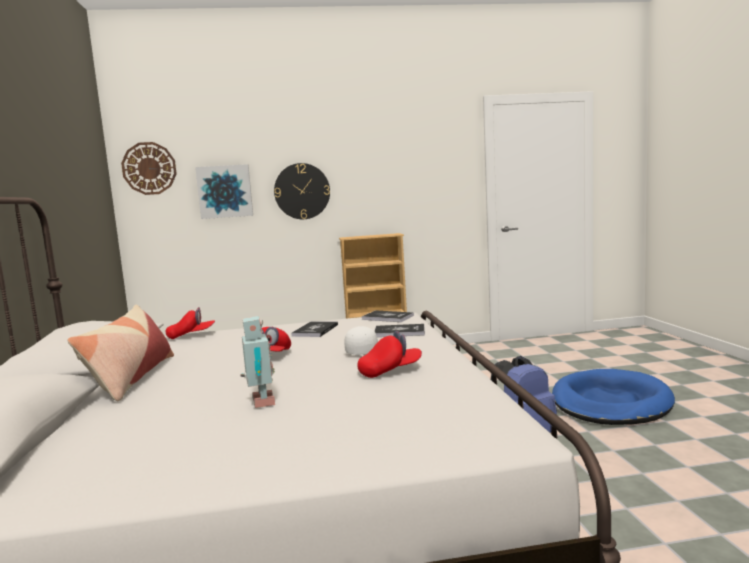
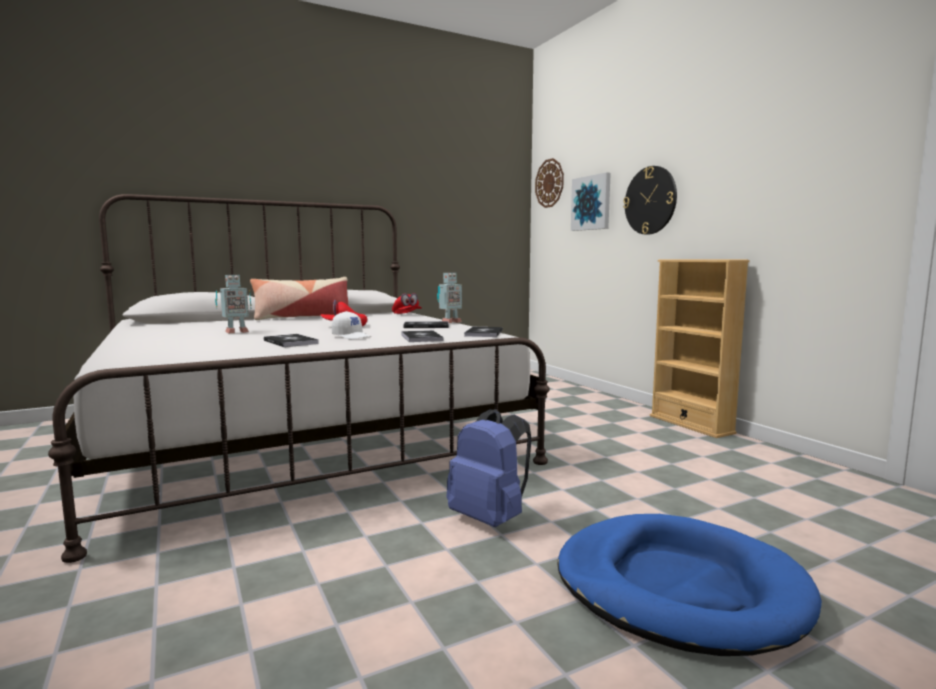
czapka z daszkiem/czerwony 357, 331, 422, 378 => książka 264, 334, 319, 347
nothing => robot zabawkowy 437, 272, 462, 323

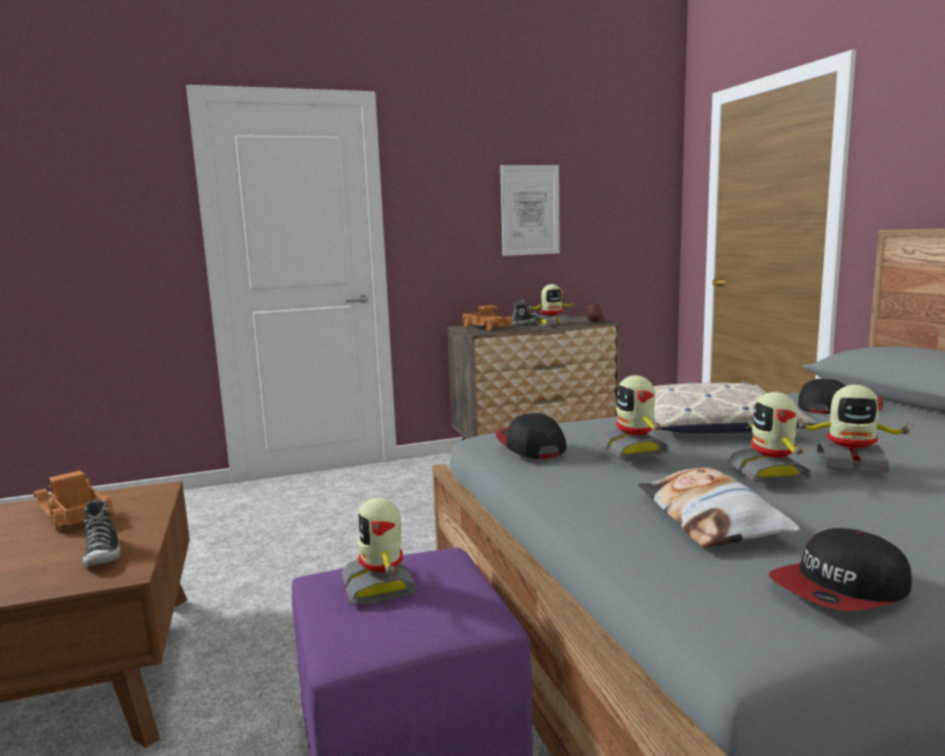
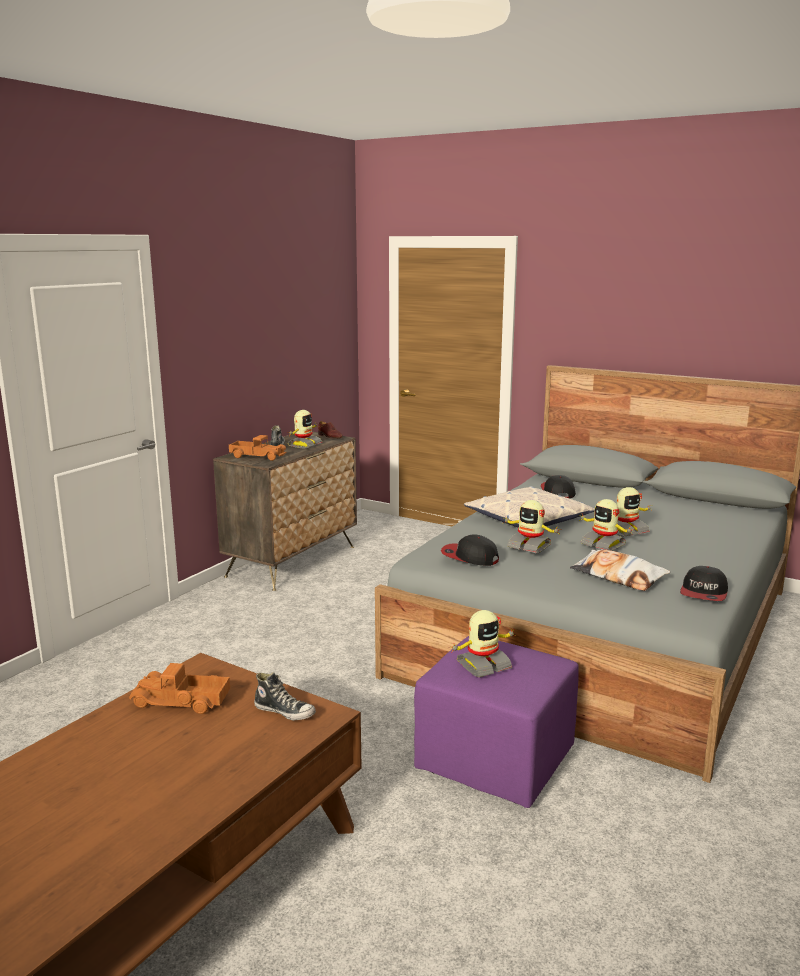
obraz 500, 165, 560, 256 => nothing
robot zabawkowy 342, 497, 417, 604 => robot zabawkowy 451, 610, 516, 678, 60 degrees counterclockwise

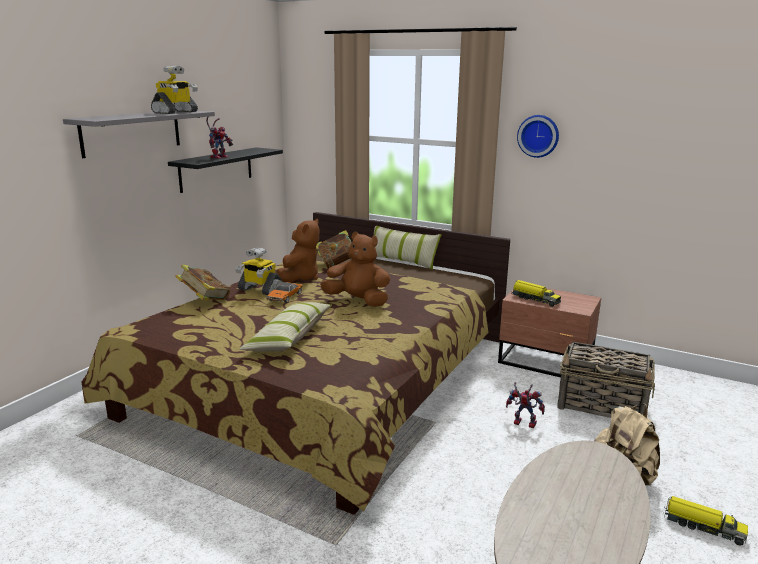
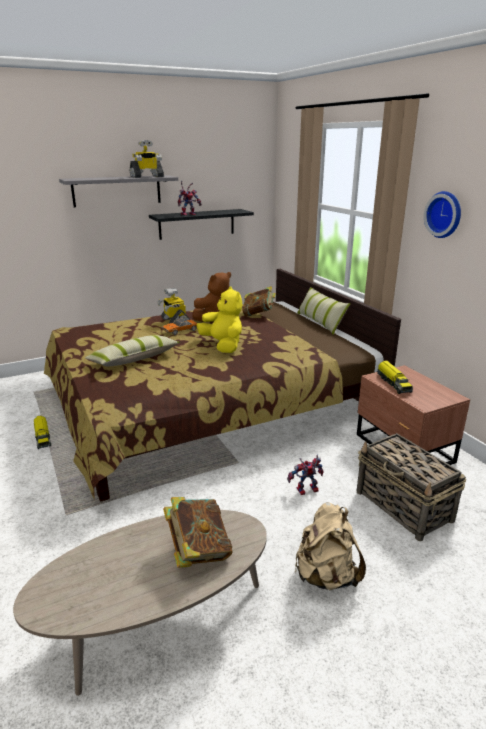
pluszak/brązowy 320, 232, 390, 307 => pluszak/żółty 197, 287, 242, 353
książka 175, 265, 230, 300 => książka 163, 497, 232, 568, relocated
robot zabawkowy 506, 382, 545, 428 => robot zabawkowy 287, 455, 324, 495, 75 degrees counterclockwise
ciężarówka zabawkowa 663, 496, 748, 546 => ciężarówka zabawkowa 34, 415, 51, 449, relocated

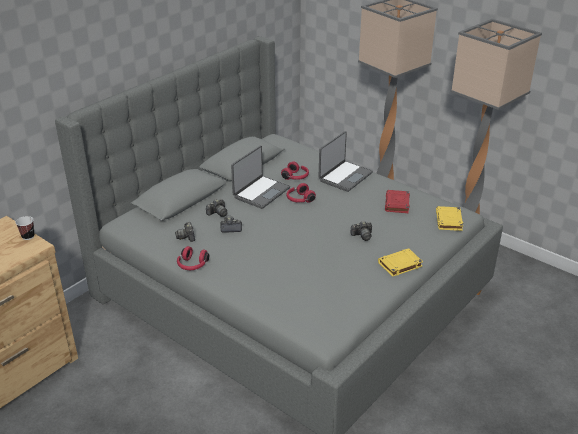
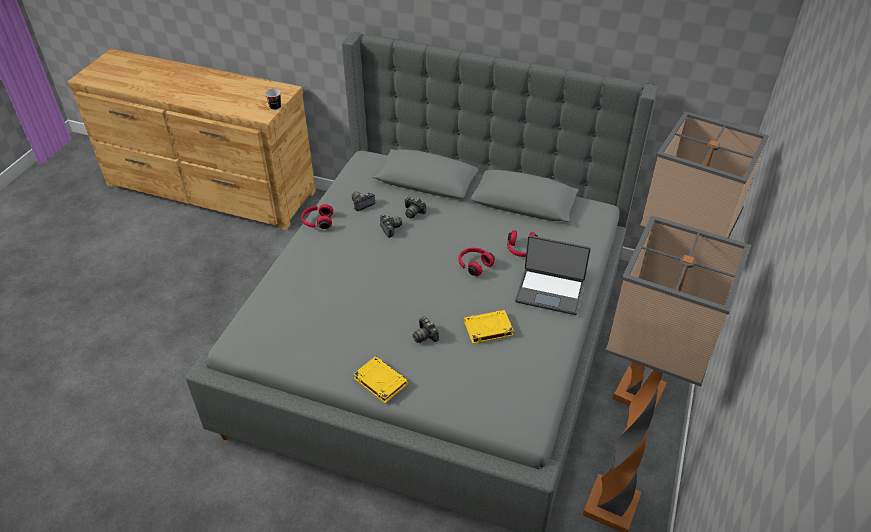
laptop 231, 145, 290, 209 => nothing
książka/czerwony 385, 190, 410, 213 => nothing
książka/żółty 436, 206, 463, 231 => książka/żółty 464, 310, 514, 344, relocated

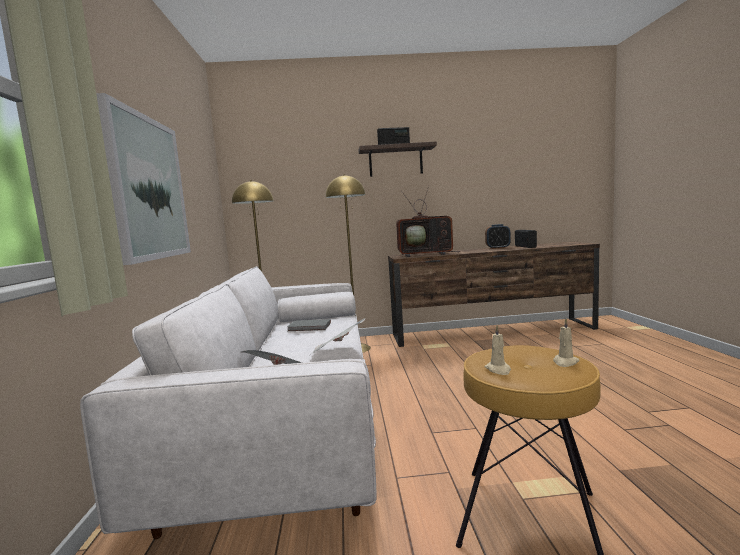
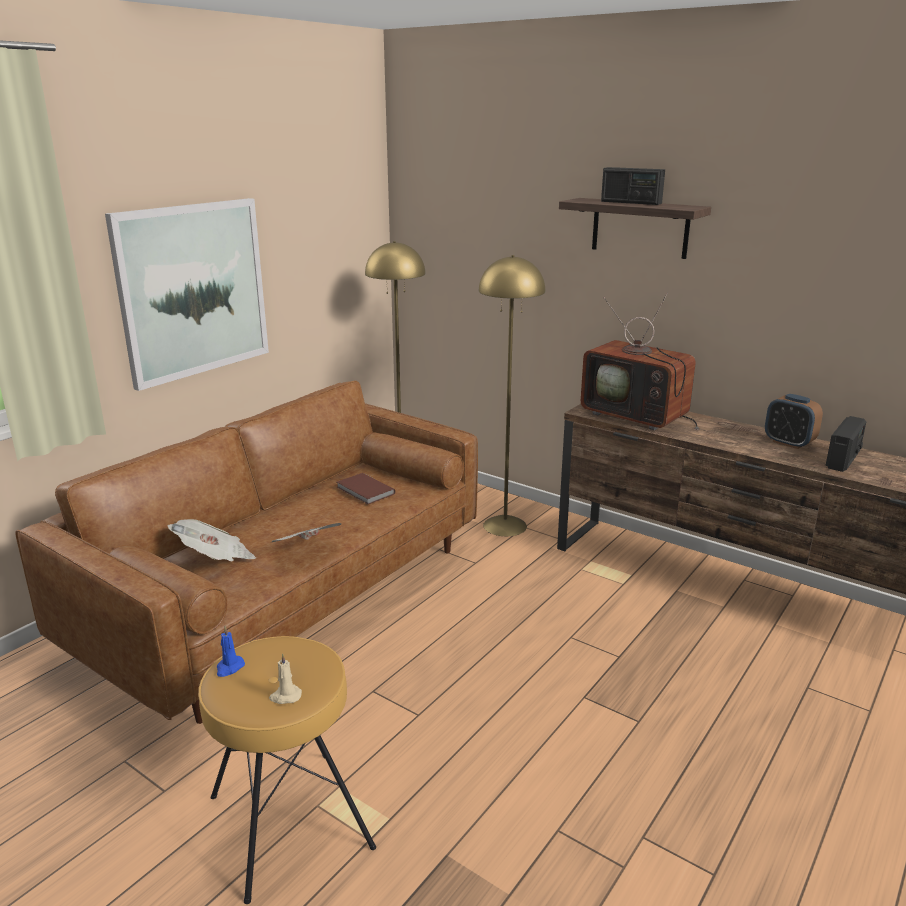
kanapa/biały 80, 266, 377, 539 => kanapa/brązowy 15, 381, 478, 724
książka/szary 287, 319, 331, 331 => książka/brązowy 337, 473, 395, 504
świeca/beżowy 485, 326, 511, 375 => świeca/niebieski 217, 626, 245, 677

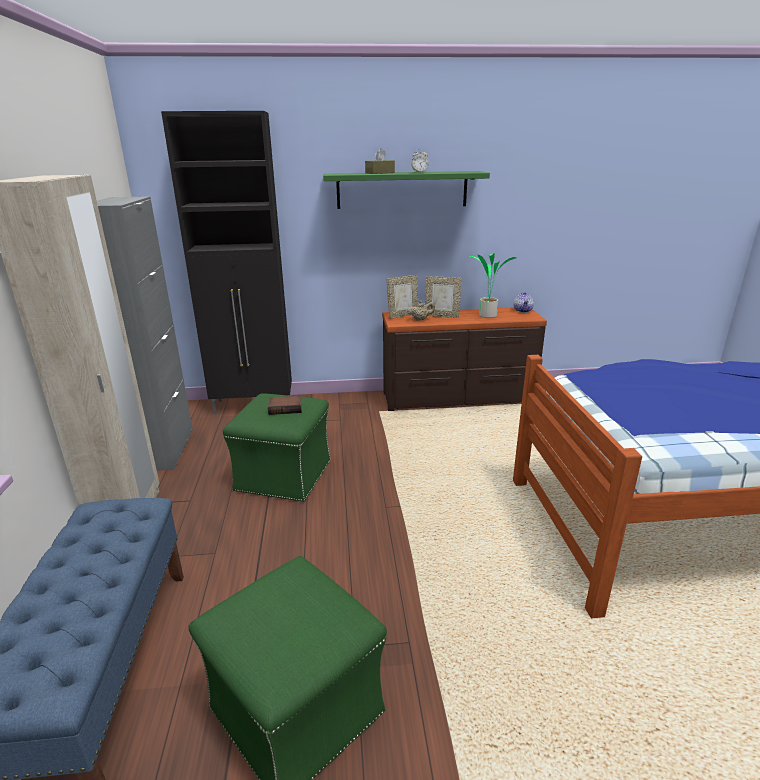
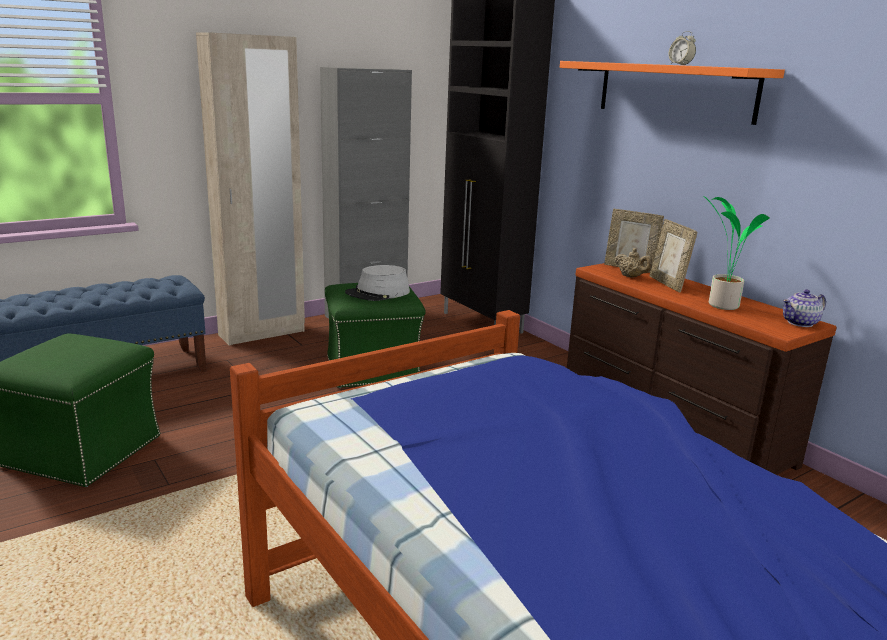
pudełko chusteczek/brązowy 365, 148, 395, 174 => nothing
półka/zielony 323, 171, 490, 209 => półka/pomarańczowy 560, 61, 785, 125
książka 268, 396, 302, 415 => kapelusz/szary 345, 265, 410, 301

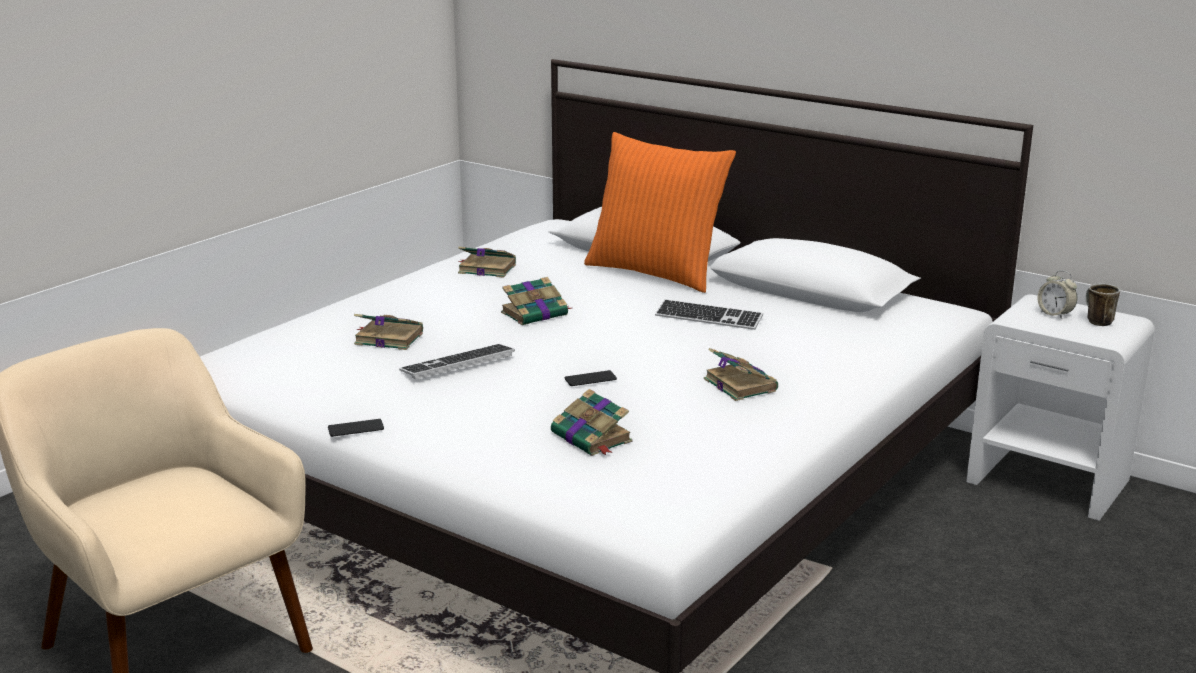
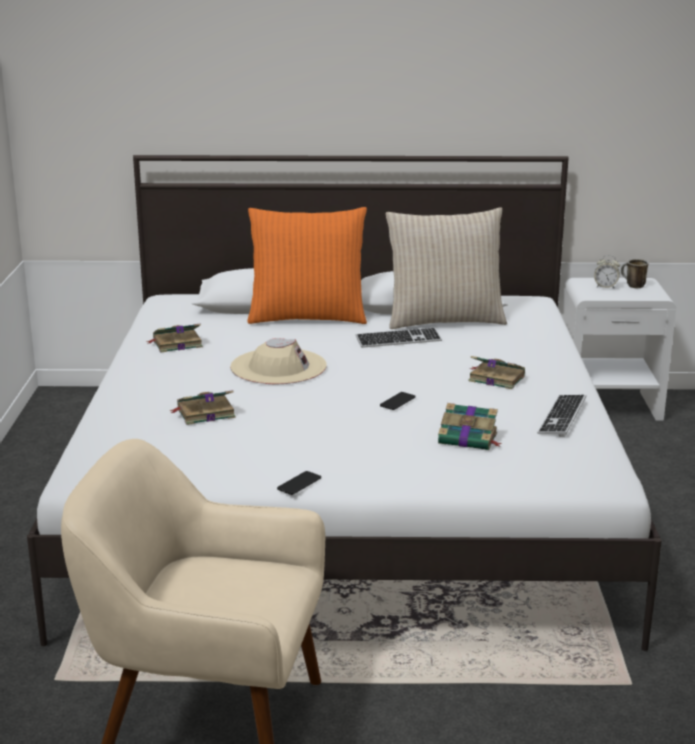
książka 501, 277, 572, 325 => kapelusz/beżowy 230, 338, 327, 384
klawiatura 399, 344, 515, 379 => klawiatura 537, 395, 586, 437, relocated
nothing => poduszka/beżowy 386, 207, 507, 329

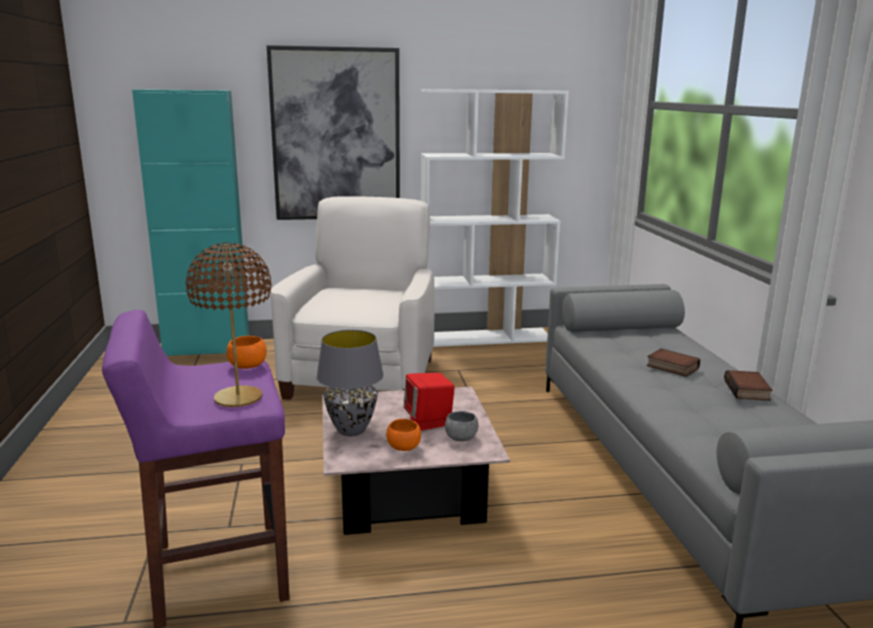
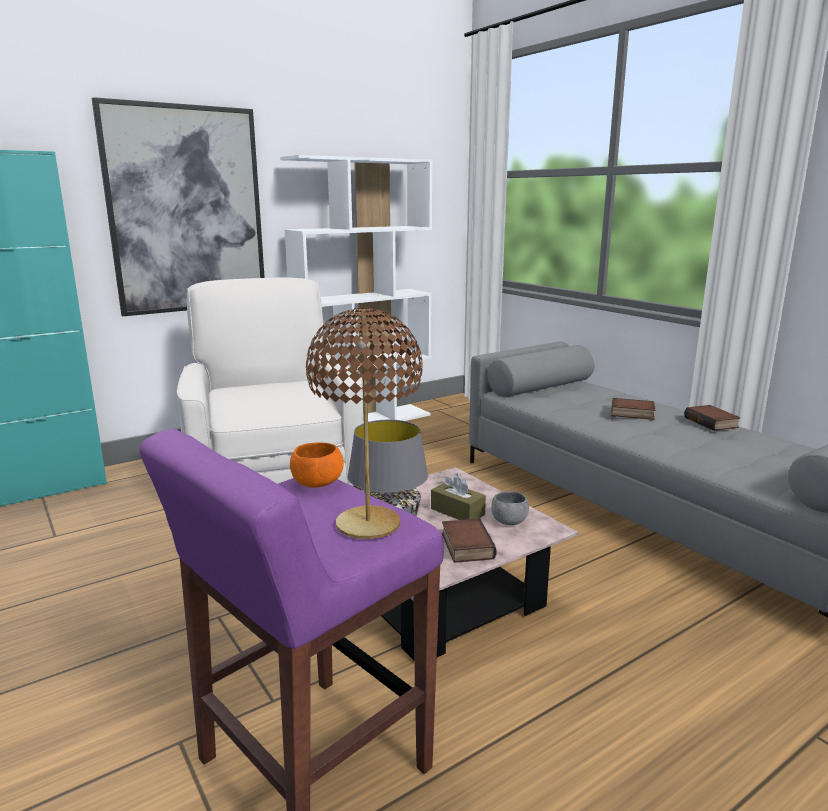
głośnik/czerwony 403, 373, 455, 431 => pudełko chusteczek/brązowy 431, 473, 486, 520
miska/pomarańczowy 386, 419, 421, 451 => książka 442, 518, 497, 563

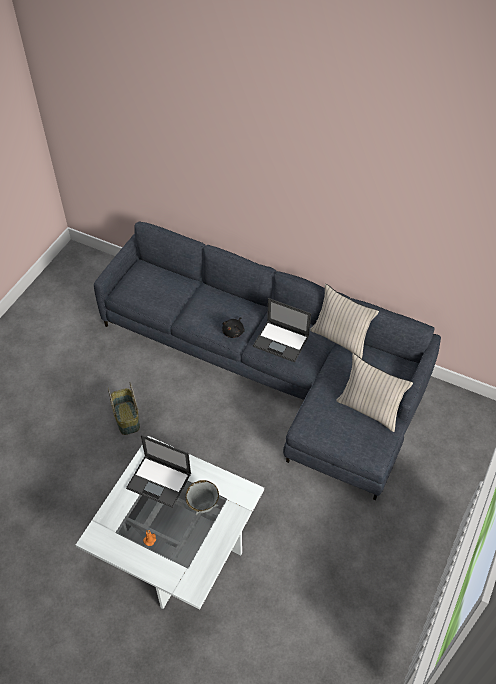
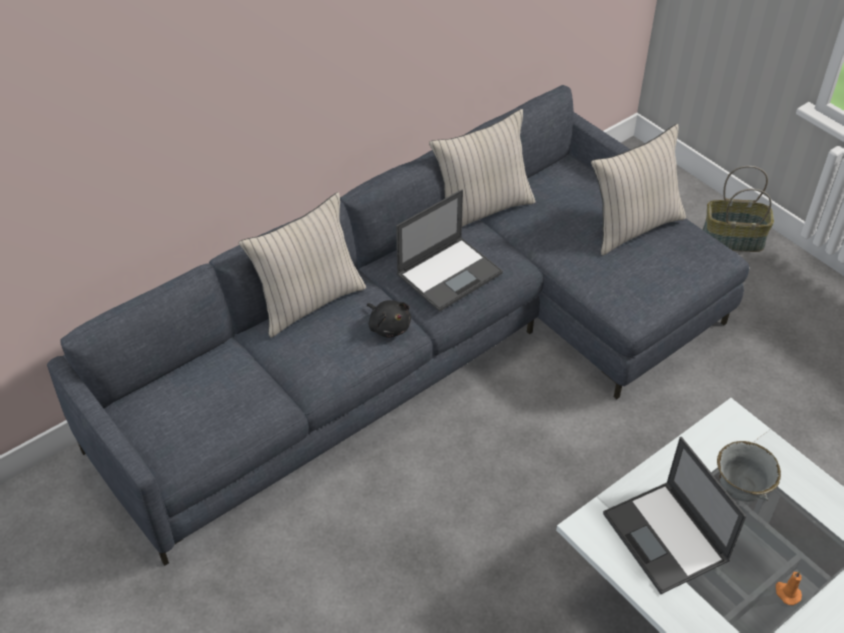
koszyk 108, 382, 140, 435 => koszyk 702, 166, 774, 252, relocated
laptop 126, 435, 191, 508 => laptop 603, 437, 746, 594, 105 degrees clockwise
nothing => poduszka/beżowy 239, 192, 366, 338

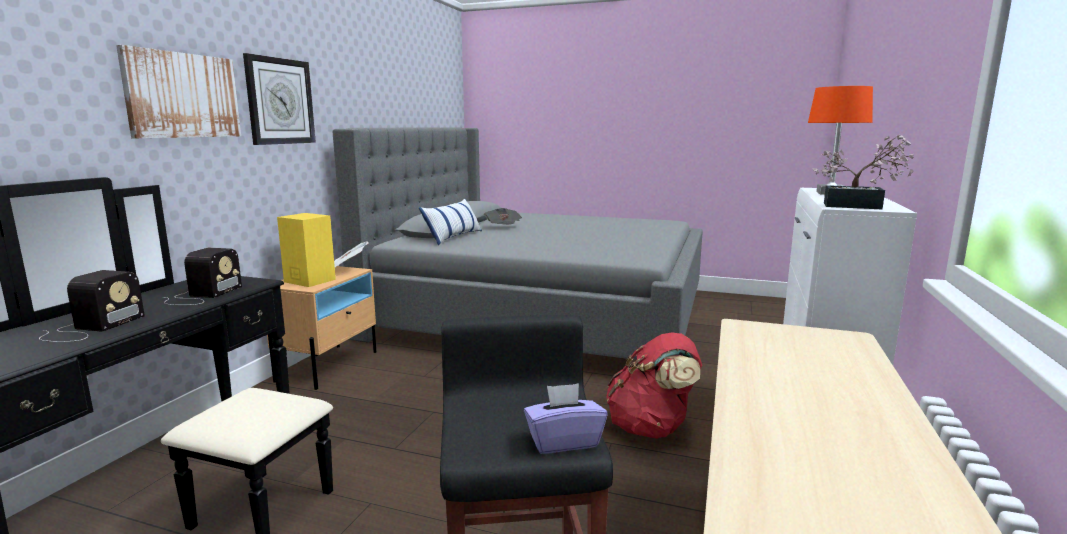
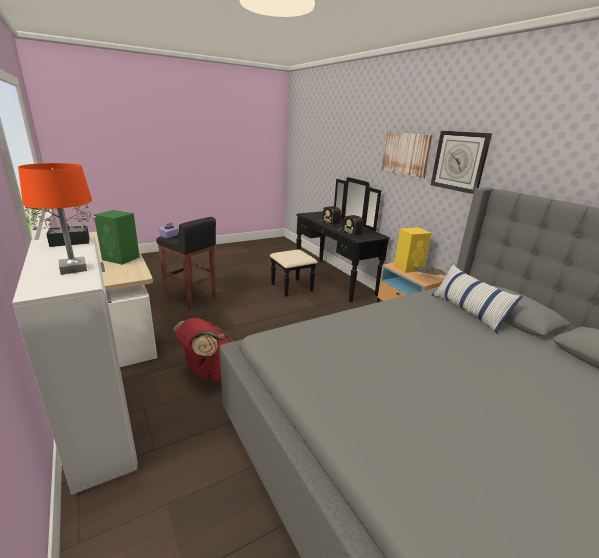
gazeta 484, 208, 522, 225 => nothing
nothing => głośnik/zielony 94, 210, 140, 265

